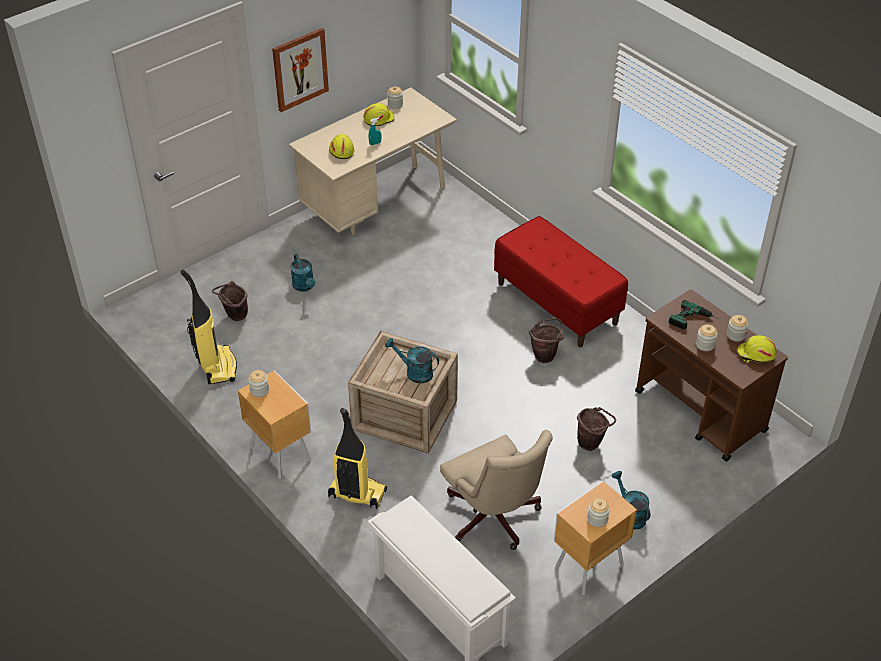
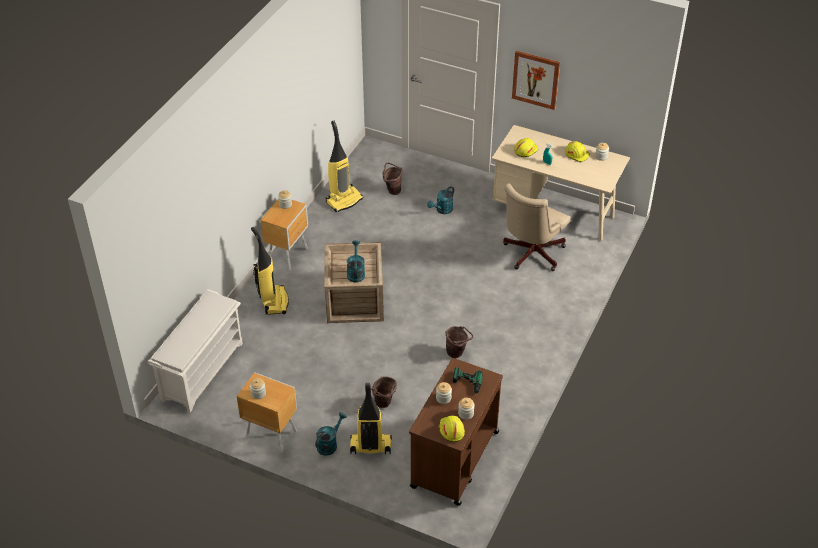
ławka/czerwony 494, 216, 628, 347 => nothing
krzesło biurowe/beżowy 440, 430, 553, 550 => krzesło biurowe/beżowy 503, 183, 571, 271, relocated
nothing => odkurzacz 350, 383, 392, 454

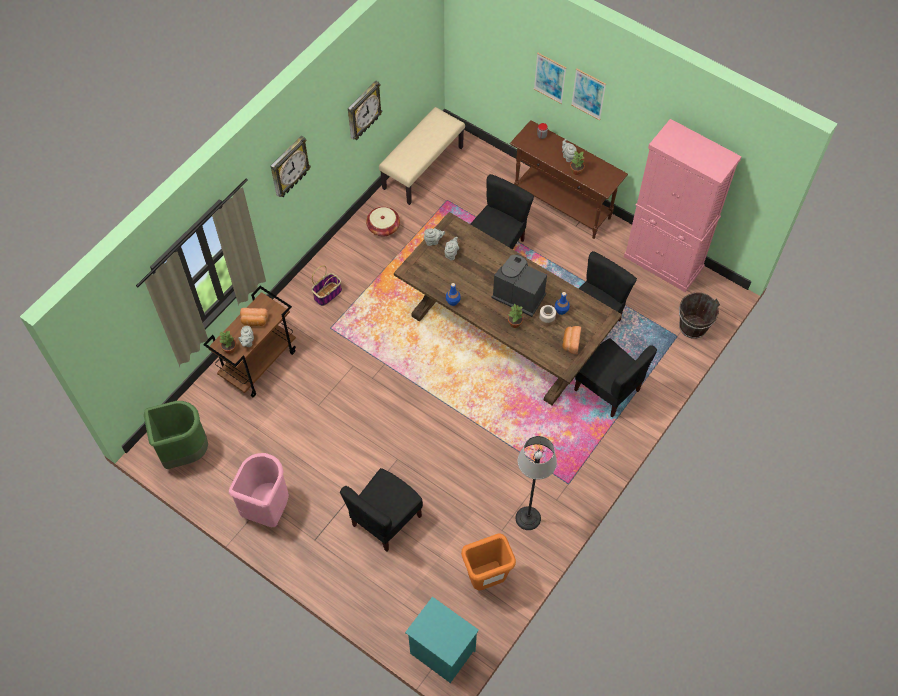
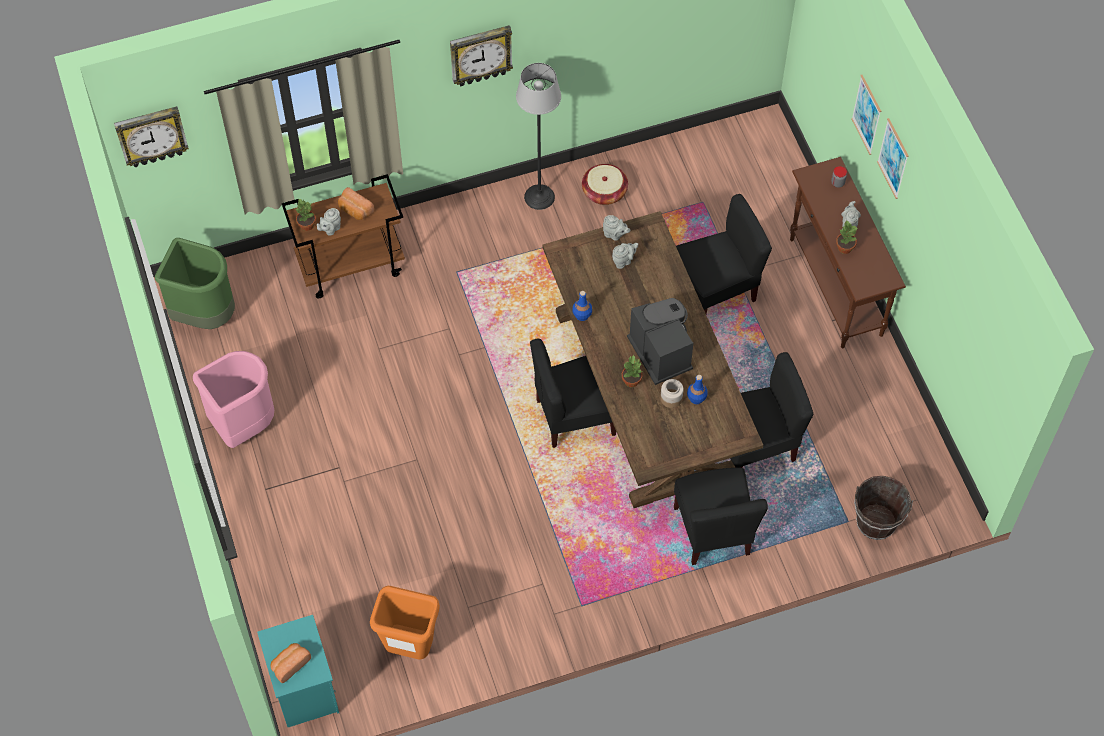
zegar ścienny 348, 81, 382, 140 => zegar ścienny 114, 106, 189, 167, relocated
ławka/beżowy 379, 107, 465, 205 => nothing
szafka/różowy 624, 119, 742, 292 => nothing
koszyk 311, 265, 342, 306 => nothing
chleb 562, 326, 581, 354 => chleb 270, 643, 311, 683, relocated
lampa stojąca 515, 436, 557, 530 => lampa stojąca 516, 63, 561, 210, relocated
krzesło/czarny 340, 468, 423, 552 => krzesło/czarny 530, 339, 616, 448, relocated

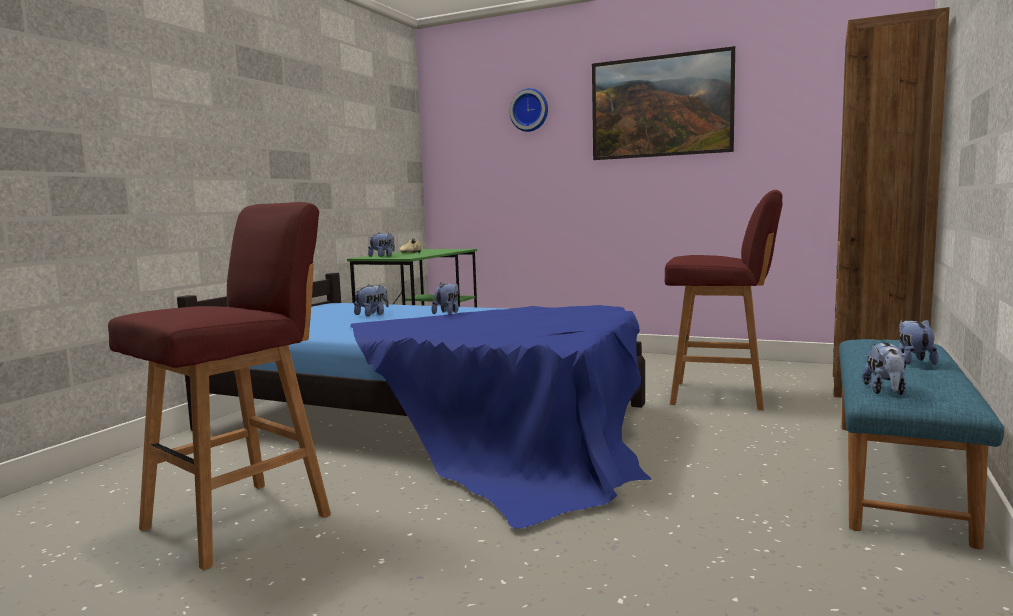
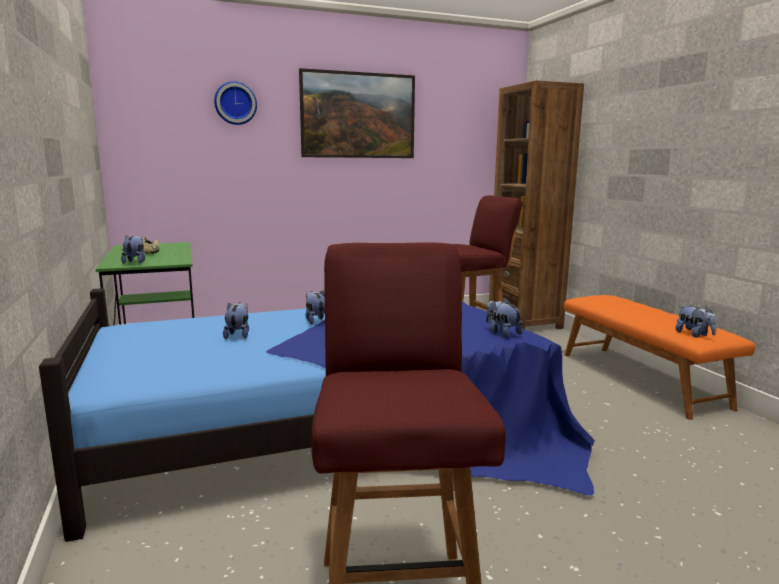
pluszak 898, 319, 939, 365 => pluszak 486, 299, 523, 338, relocated
ławka/niebieski 839, 339, 1004, 549 => ławka/pomarańczowy 564, 295, 755, 420

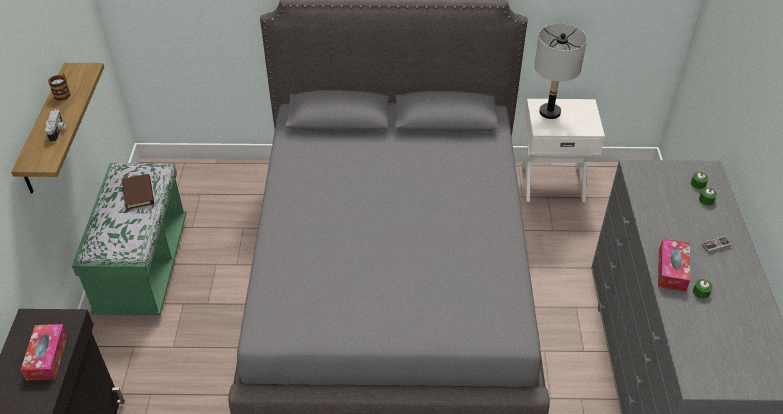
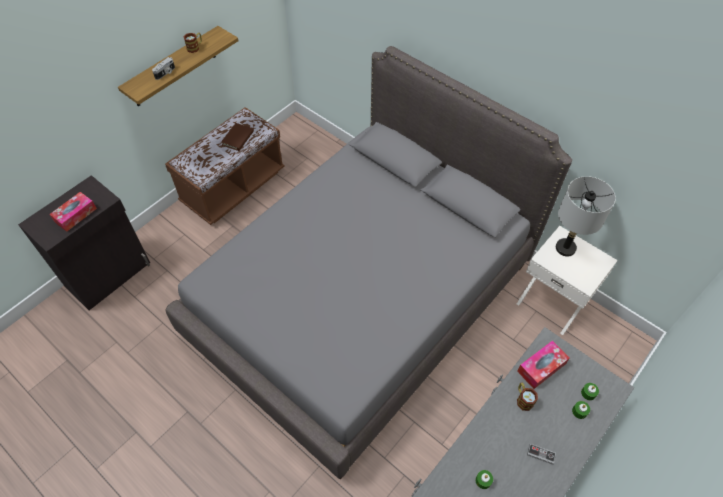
ławka/zielony 72, 163, 187, 315 => ławka/brązowy 165, 107, 285, 225
pudełko chusteczek 658, 238, 690, 292 => pudełko chusteczek 517, 340, 570, 389, relocated
nothing => kubek 517, 383, 538, 411

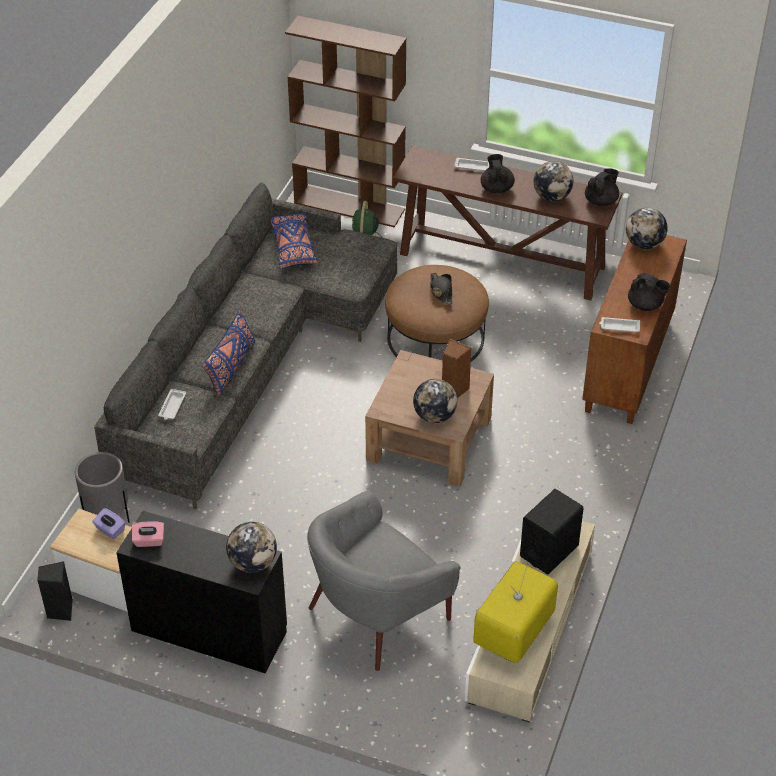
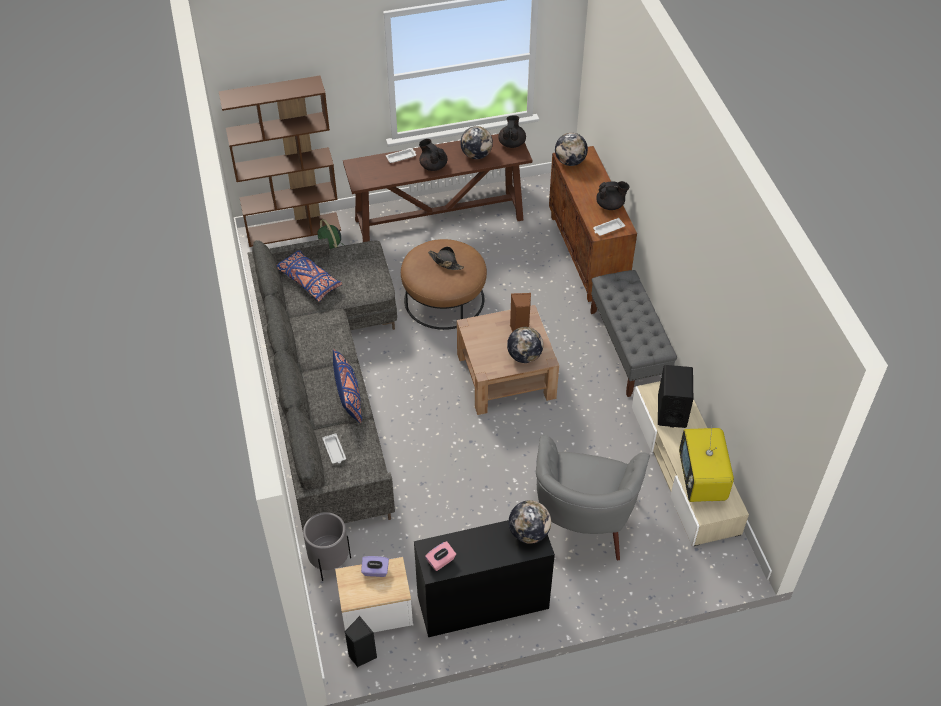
nothing => ławka/szary 590, 270, 677, 397

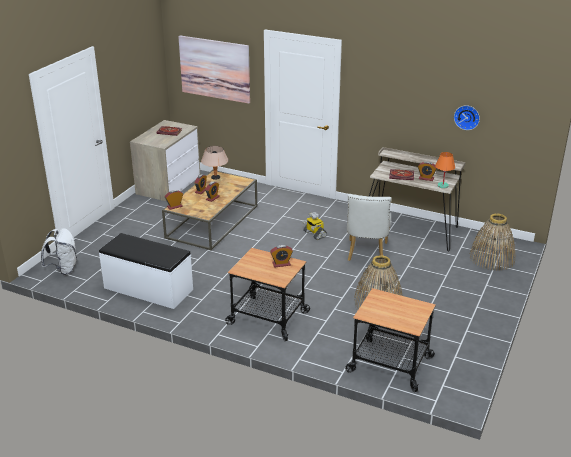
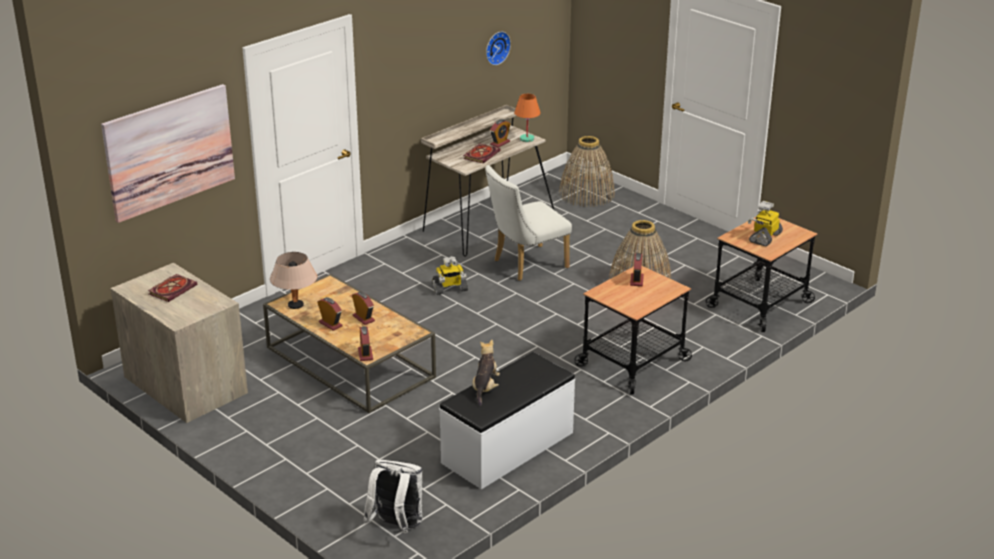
krzesło/biały 347, 194, 391, 263 => krzesło/biały 485, 165, 572, 281, 120 degrees clockwise
nothing => robot zabawkowy 748, 201, 783, 246
nothing => pluszak 472, 340, 500, 406

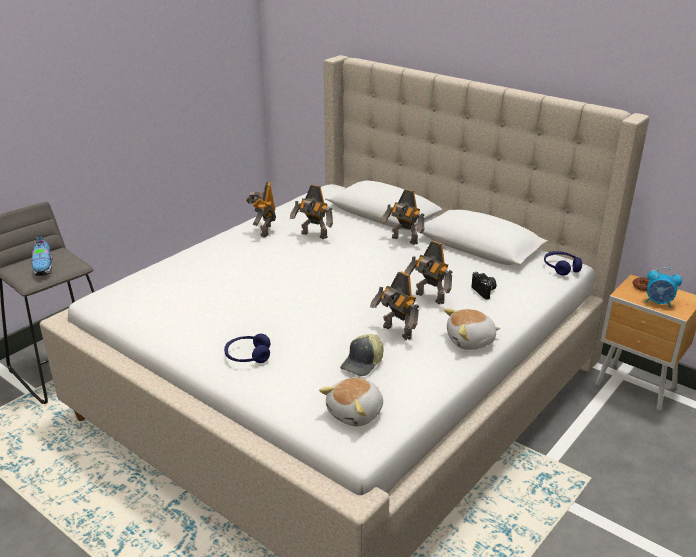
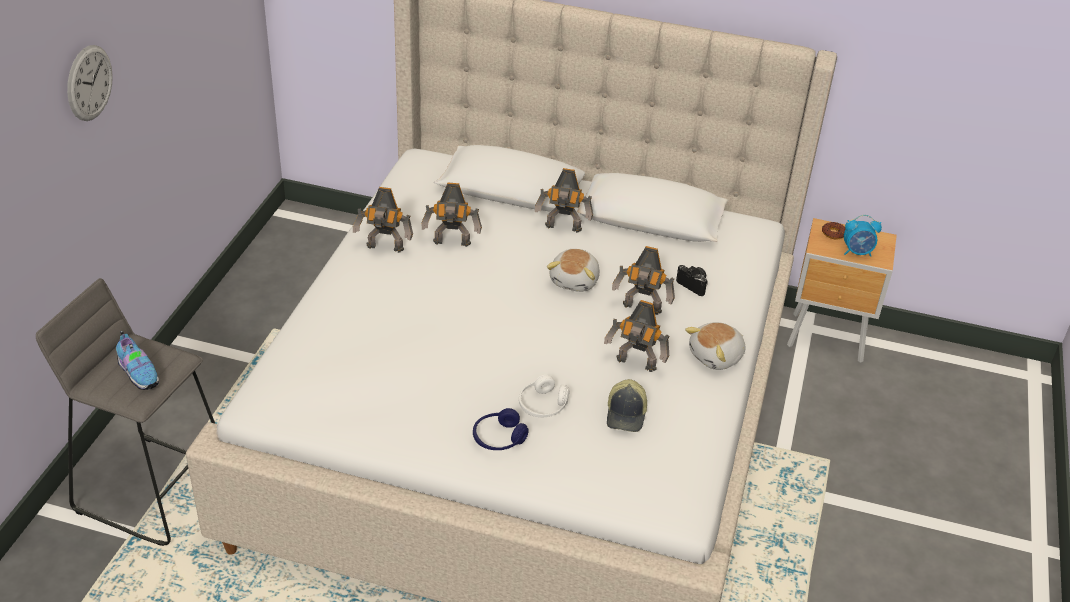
robot zabawkowy 246, 182, 276, 237 => robot zabawkowy 353, 187, 413, 253, 60 degrees counterclockwise
słuchawki/niebieski 544, 251, 582, 276 => nothing
pluszak 319, 378, 383, 427 => pluszak 547, 249, 600, 292, relocated
nothing => zegar ścienny 67, 45, 113, 121
nothing => słuchawki/biały 519, 375, 570, 417

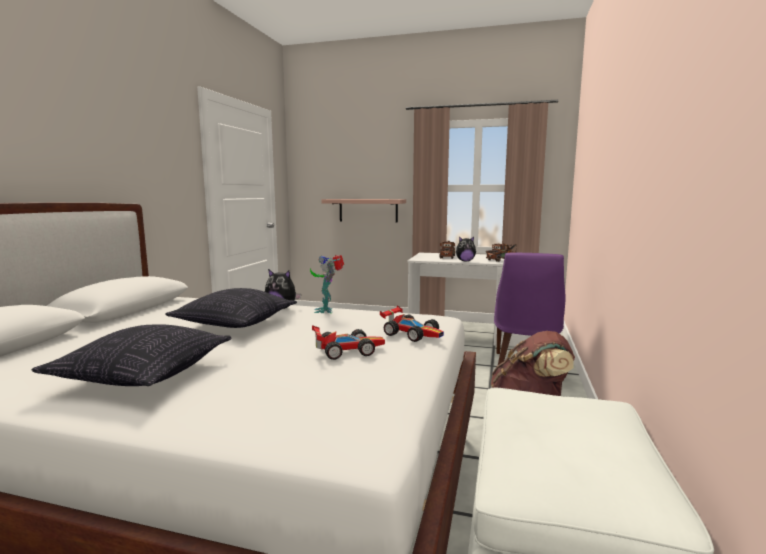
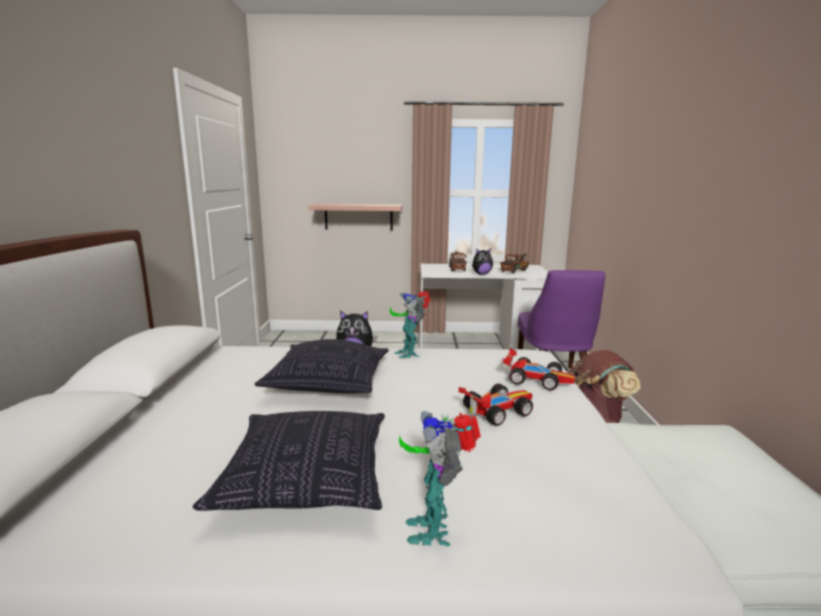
nothing => robot zabawkowy 399, 411, 481, 546

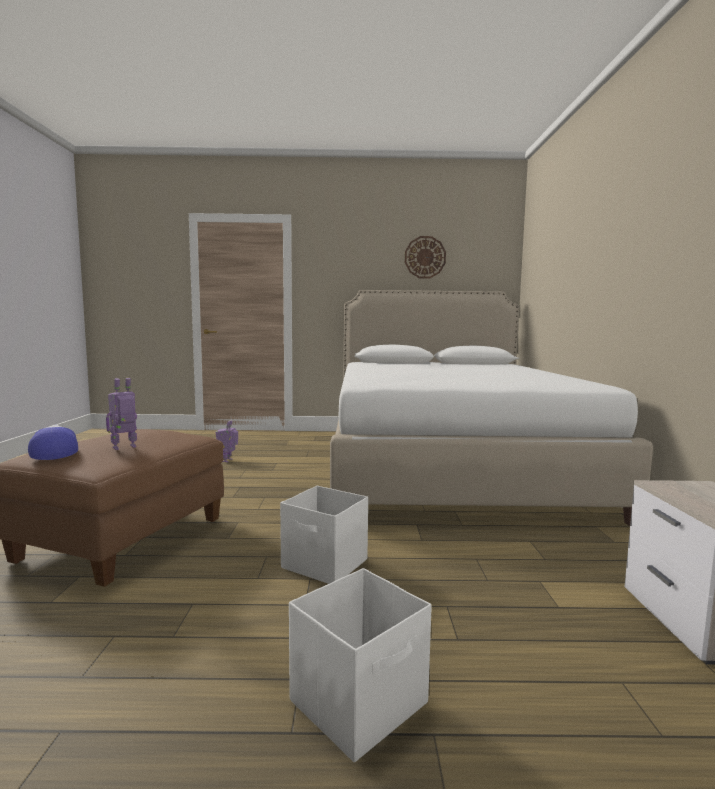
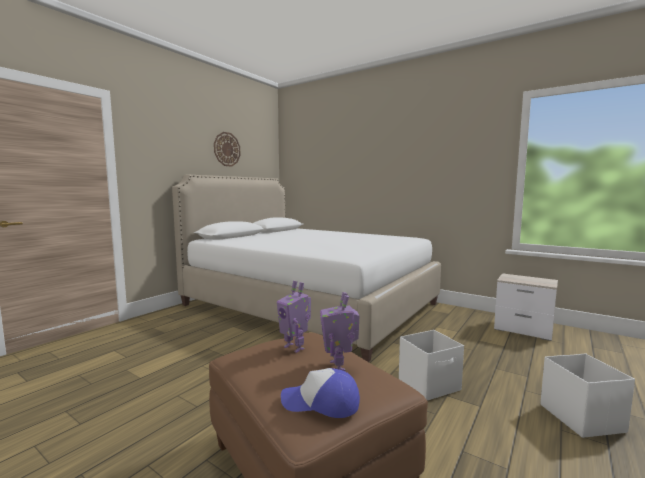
robot zabawkowy 216, 420, 238, 462 => robot zabawkowy 277, 281, 311, 353, relocated

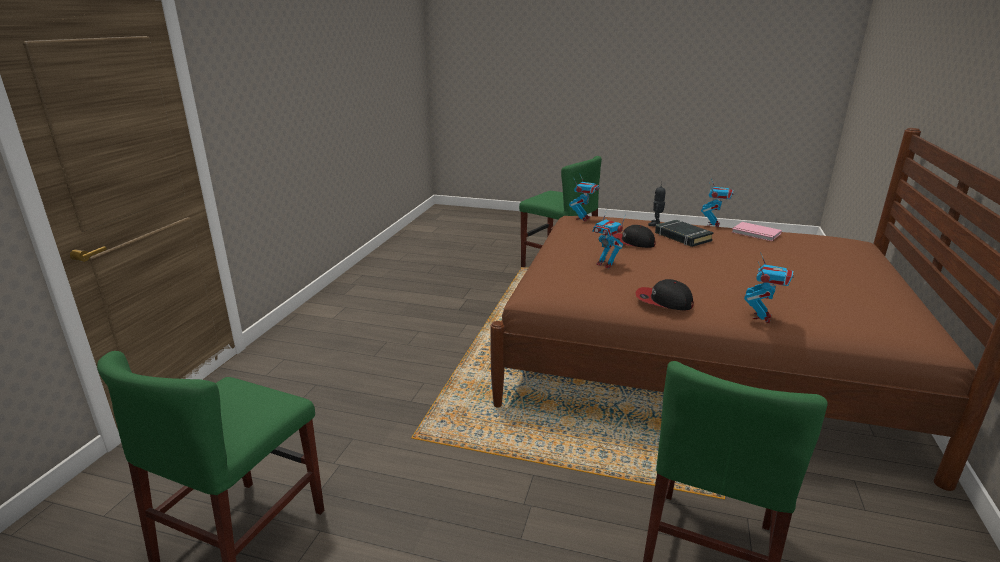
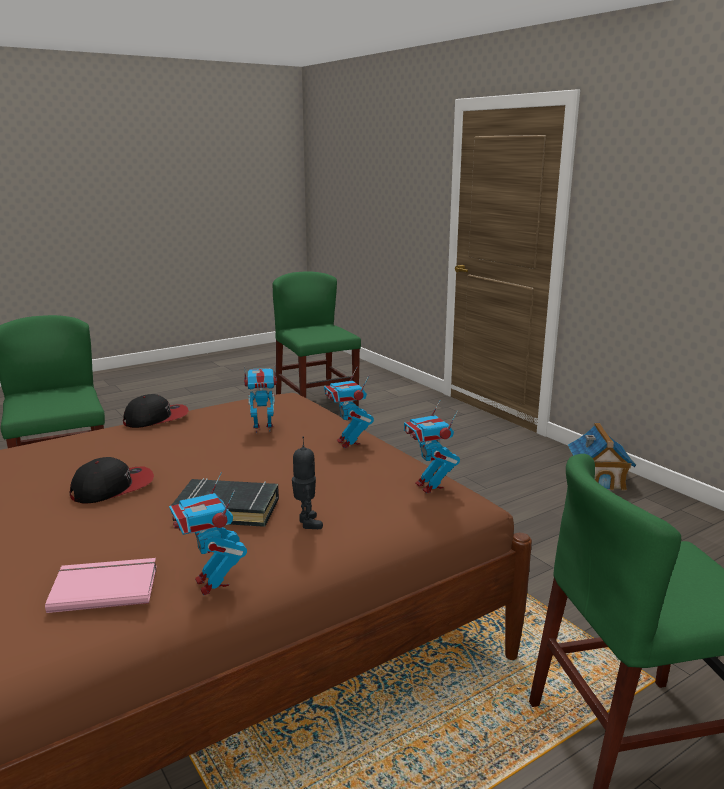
czapka z daszkiem 612, 225, 656, 248 => czapka z daszkiem 70, 457, 154, 504, relocated
robot zabawkowy 744, 252, 794, 323 => robot zabawkowy 324, 367, 374, 448, relocated
nothing => domek 568, 423, 636, 492

